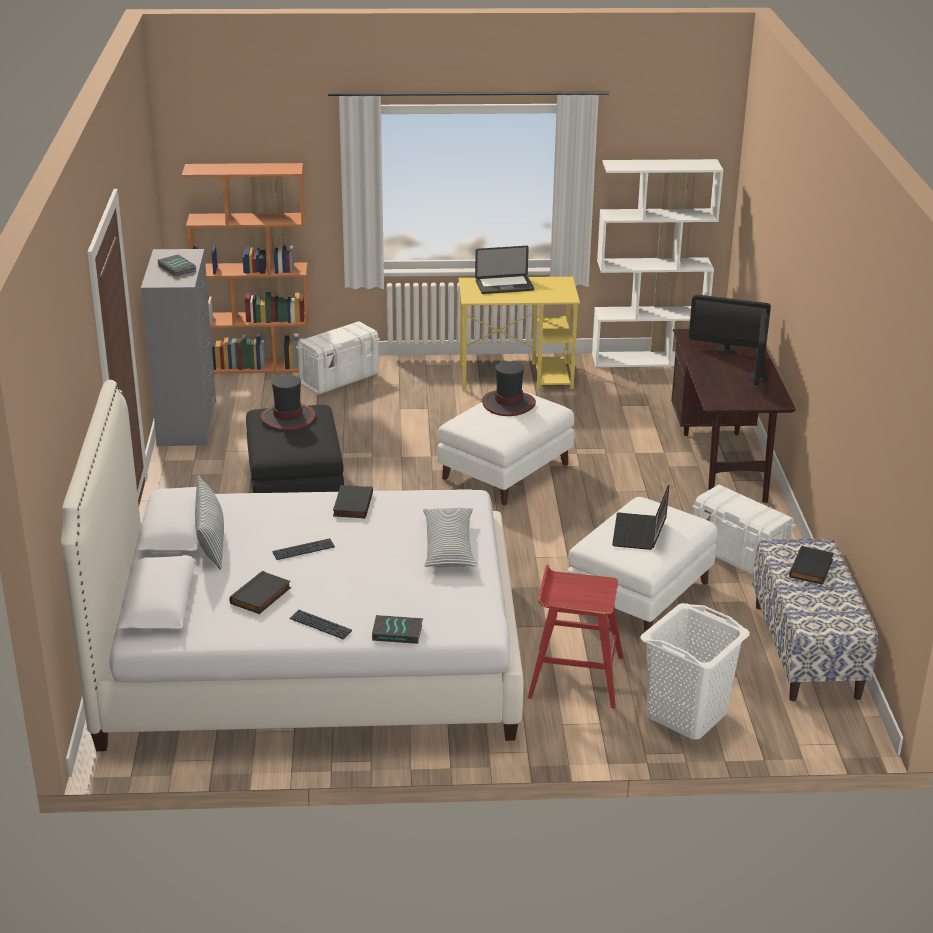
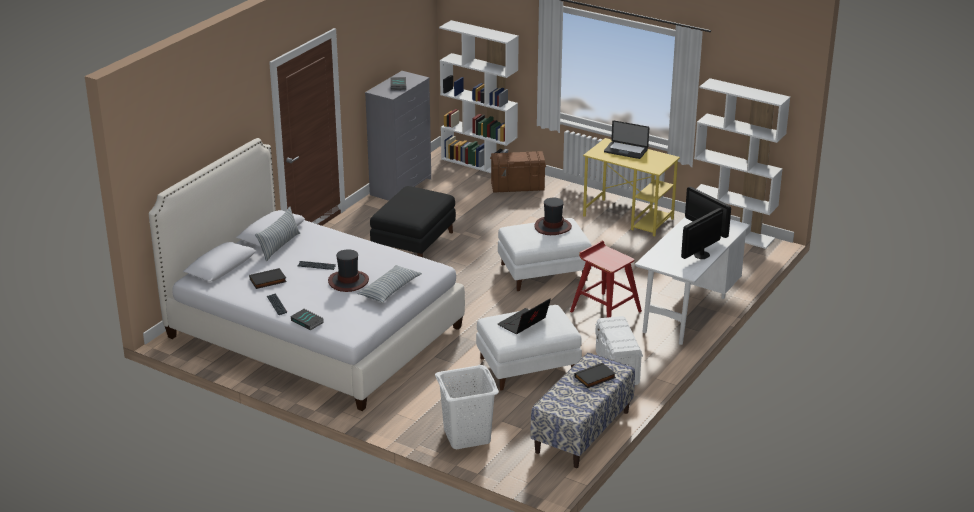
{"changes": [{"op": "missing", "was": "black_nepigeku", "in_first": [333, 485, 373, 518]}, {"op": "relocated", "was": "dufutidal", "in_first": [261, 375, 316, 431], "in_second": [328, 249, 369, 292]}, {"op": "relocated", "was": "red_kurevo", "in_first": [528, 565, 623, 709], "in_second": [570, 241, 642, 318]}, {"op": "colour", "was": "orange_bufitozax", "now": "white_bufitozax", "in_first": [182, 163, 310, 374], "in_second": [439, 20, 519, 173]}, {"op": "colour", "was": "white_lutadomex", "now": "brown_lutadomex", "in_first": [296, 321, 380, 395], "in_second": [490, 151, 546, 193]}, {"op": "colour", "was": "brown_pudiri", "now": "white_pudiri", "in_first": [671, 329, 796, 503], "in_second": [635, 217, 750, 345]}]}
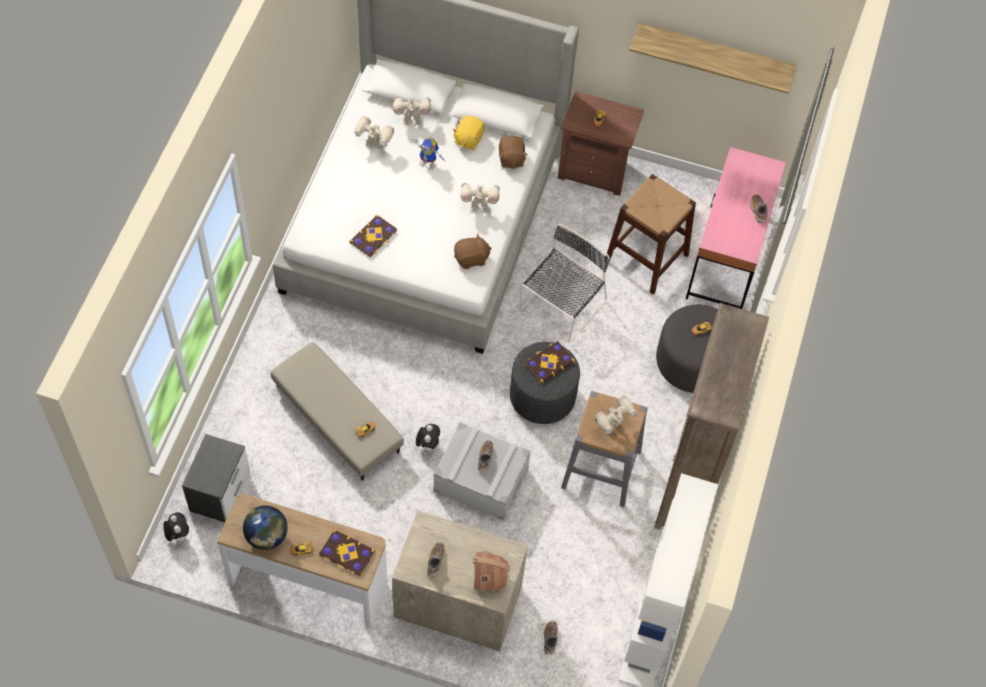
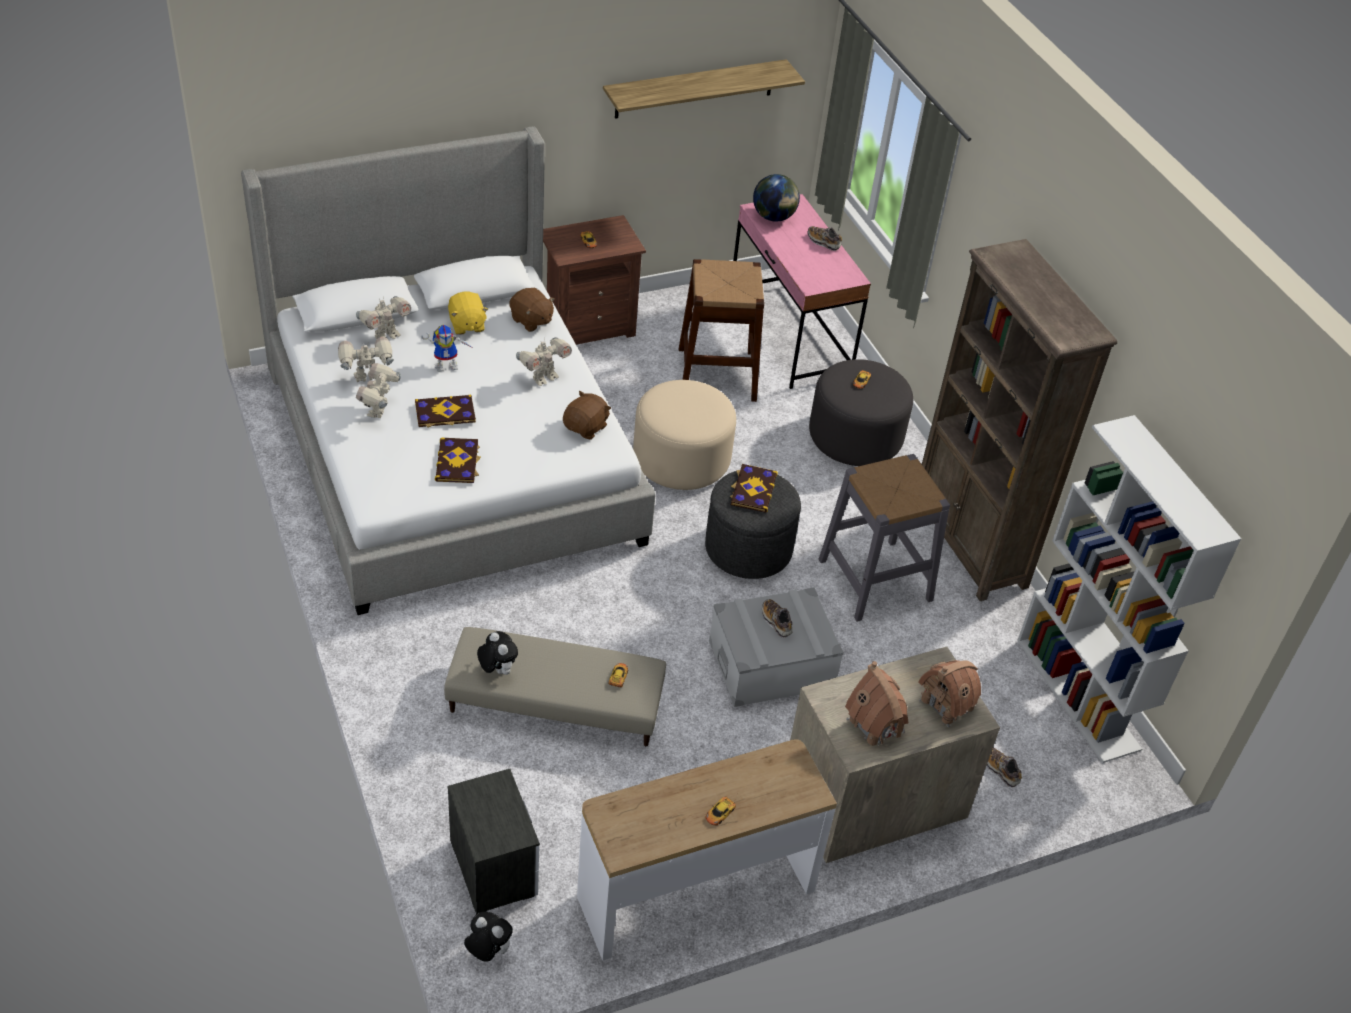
{"changes": [{"op": "relocated", "was": "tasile", "in_first": [243, 505, 288, 550], "in_second": [753, 174, 800, 222]}, {"op": "relocated", "was": "nepigeku", "in_first": [319, 529, 375, 576], "in_second": [415, 395, 476, 427]}, {"op": "relocated", "was": "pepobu", "in_first": [416, 424, 440, 453], "in_second": [477, 631, 518, 675]}, {"op": "relocated", "was": "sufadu", "in_first": [594, 395, 638, 434], "in_second": [356, 363, 401, 418]}, {"op": "exchanged", "was": "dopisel", "now": "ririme", "in_first": [427, 542, 445, 577], "in_second": [845, 661, 908, 746]}, {"op": "exchanged", "was": "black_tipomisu", "now": "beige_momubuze", "in_first": [520, 224, 610, 342], "in_second": [633, 380, 736, 490]}]}
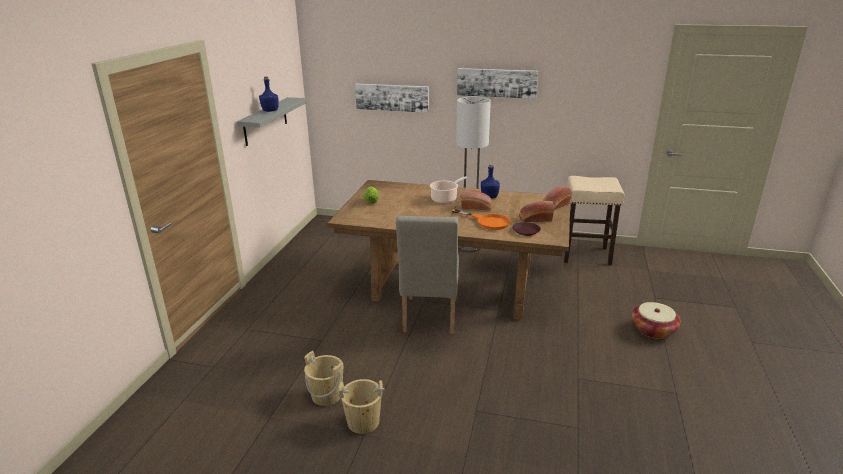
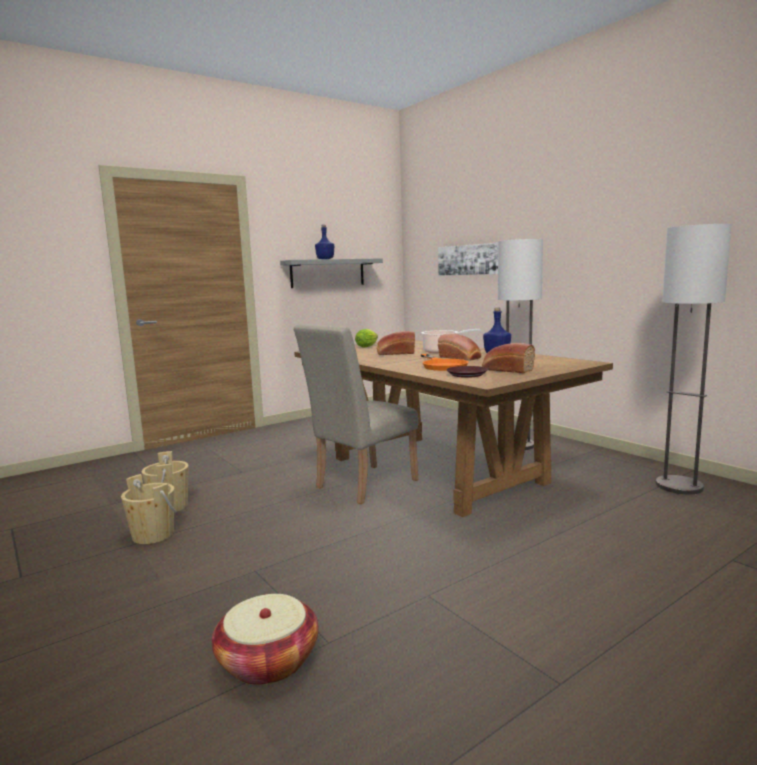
{"changes": [{"op": "missing", "was": "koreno", "in_first": [457, 68, 538, 99]}, {"op": "relocated", "was": "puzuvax", "in_first": [543, 186, 572, 210], "in_second": [377, 331, 415, 355]}, {"op": "relocated", "was": "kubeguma", "in_first": [632, 302, 681, 339], "in_second": [212, 594, 319, 685]}, {"op": "exchanged", "was": "beige_kurevo", "now": "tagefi", "in_first": [564, 176, 625, 265], "in_second": [656, 224, 732, 495]}]}
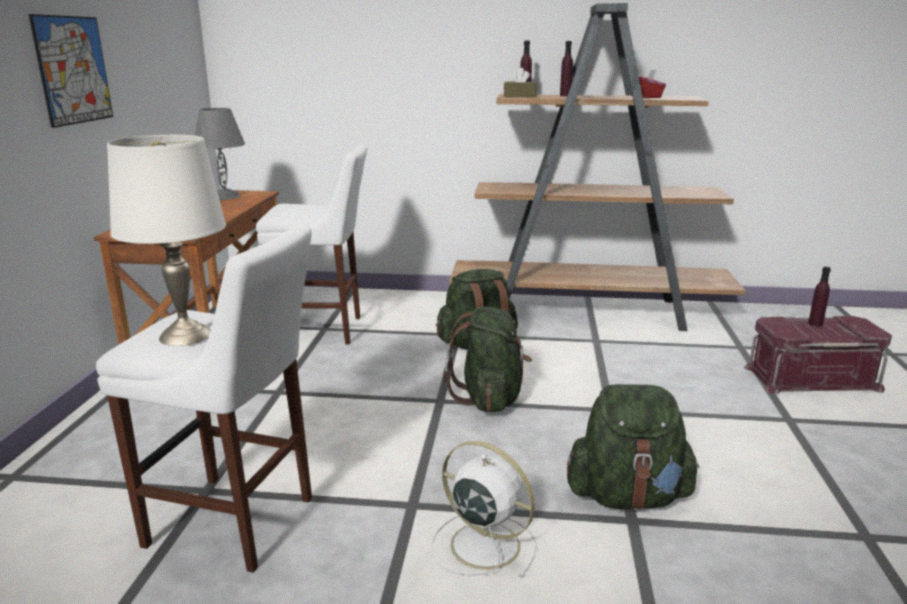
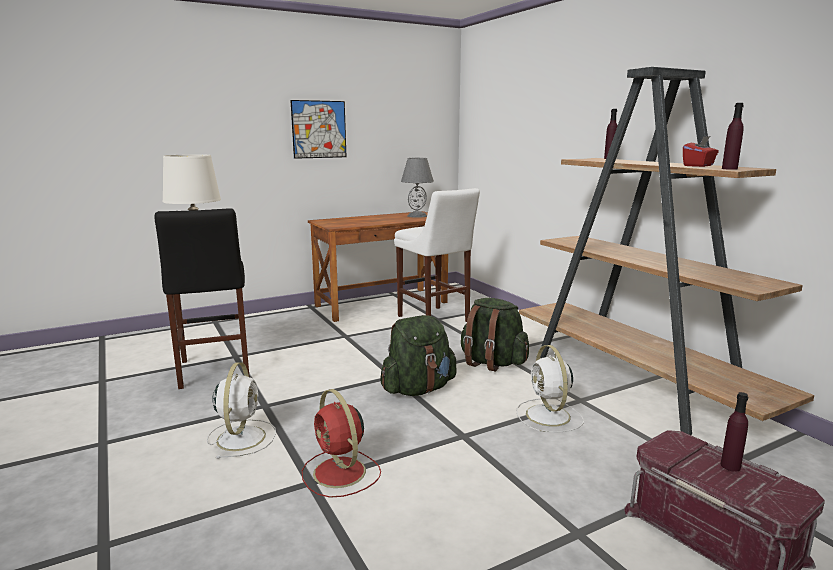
{"changes": [{"op": "missing", "was": "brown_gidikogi", "in_first": [504, 68, 537, 97]}, {"op": "appeared", "now": "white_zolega", "in_second": [516, 345, 584, 433]}, {"op": "relocated", "was": "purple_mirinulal", "in_first": [560, 41, 573, 96], "in_second": [722, 103, 744, 170]}, {"op": "exchanged", "was": "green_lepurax", "now": "red_zolega", "in_first": [567, 384, 700, 510], "in_second": [302, 389, 381, 498]}, {"op": "colour", "was": "white_kurevo", "now": "black_kurevo", "in_first": [96, 224, 312, 573], "in_second": [154, 208, 250, 389]}]}
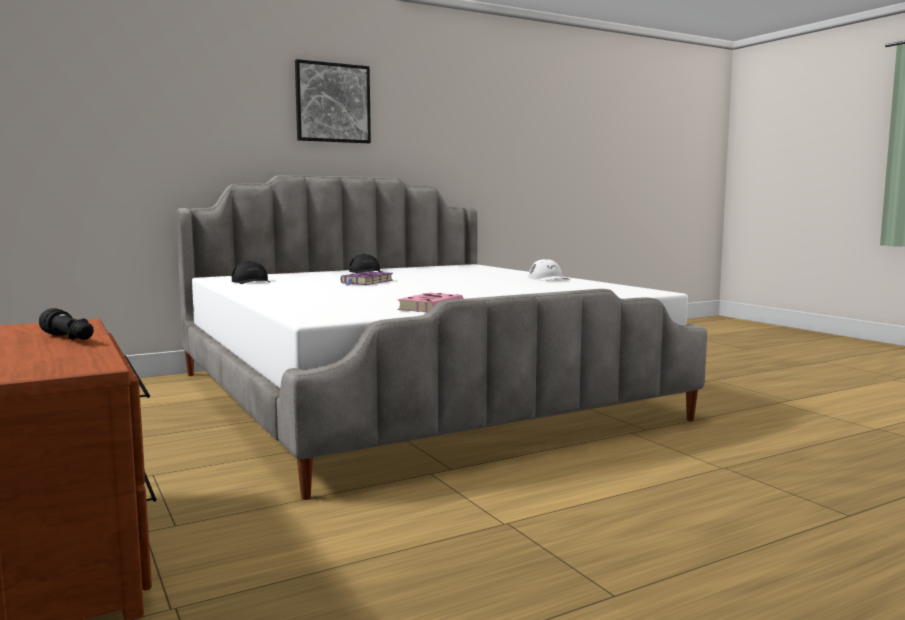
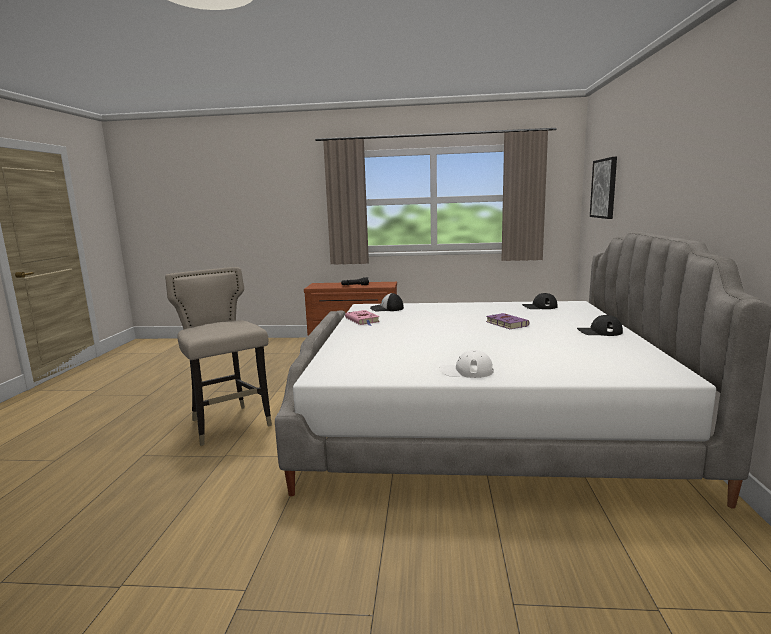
{"changes": [{"op": "appeared", "now": "beige_kurevo", "in_second": [165, 267, 272, 446]}, {"op": "appeared", "now": "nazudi", "in_second": [370, 293, 404, 311]}, {"op": "relocated", "was": "koreno", "in_first": [295, 59, 371, 143], "in_second": [590, 157, 617, 219]}]}
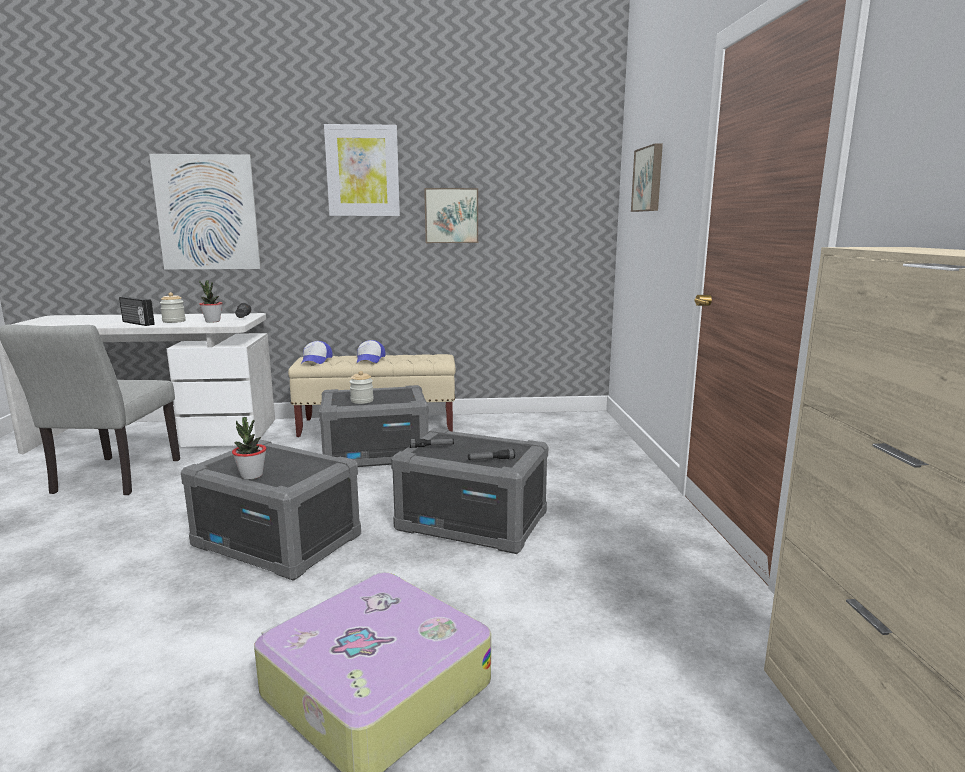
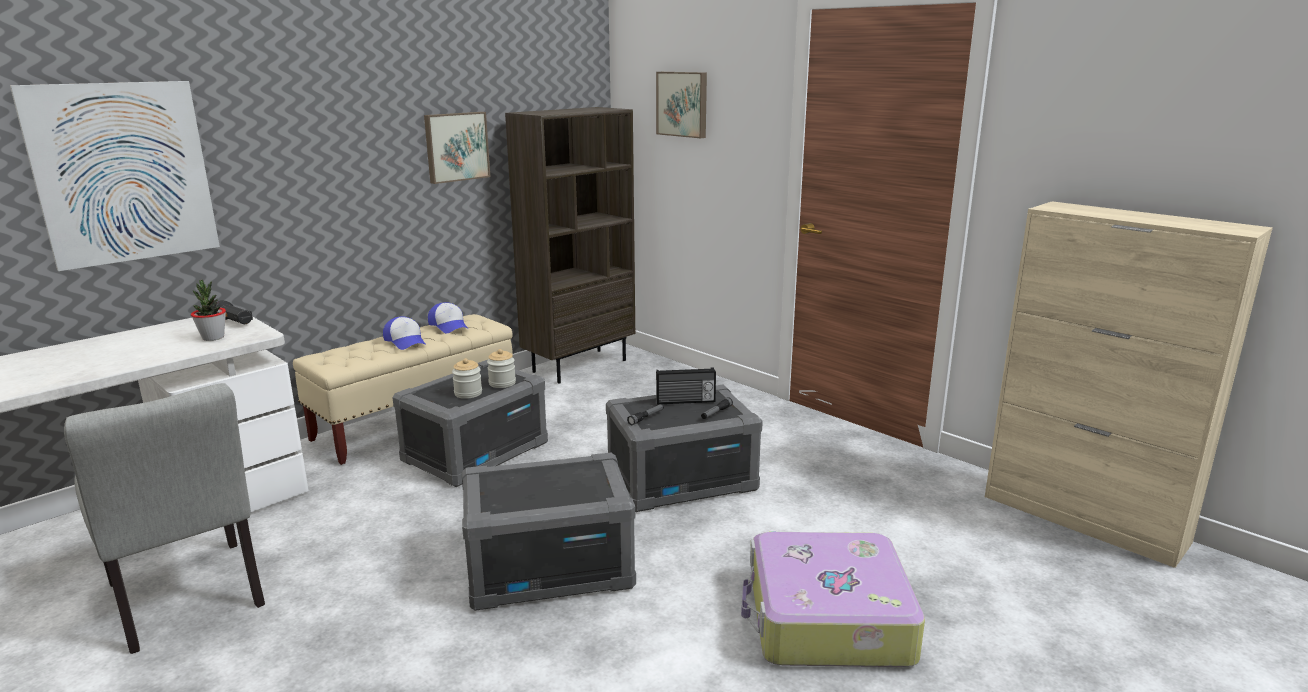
{"changes": [{"op": "missing", "was": "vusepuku", "in_first": [232, 417, 266, 479]}, {"op": "missing", "was": "koreno", "in_first": [324, 124, 400, 216]}, {"op": "appeared", "now": "brown_bufitozax", "in_second": [505, 107, 635, 383]}, {"op": "relocated", "was": "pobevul", "in_first": [119, 296, 155, 326], "in_second": [656, 367, 716, 405]}, {"op": "relocated", "was": "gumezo", "in_first": [160, 292, 186, 323], "in_second": [487, 349, 516, 388]}, {"op": "relocated", "was": "nazudi", "in_first": [301, 341, 333, 364], "in_second": [428, 302, 468, 333]}]}
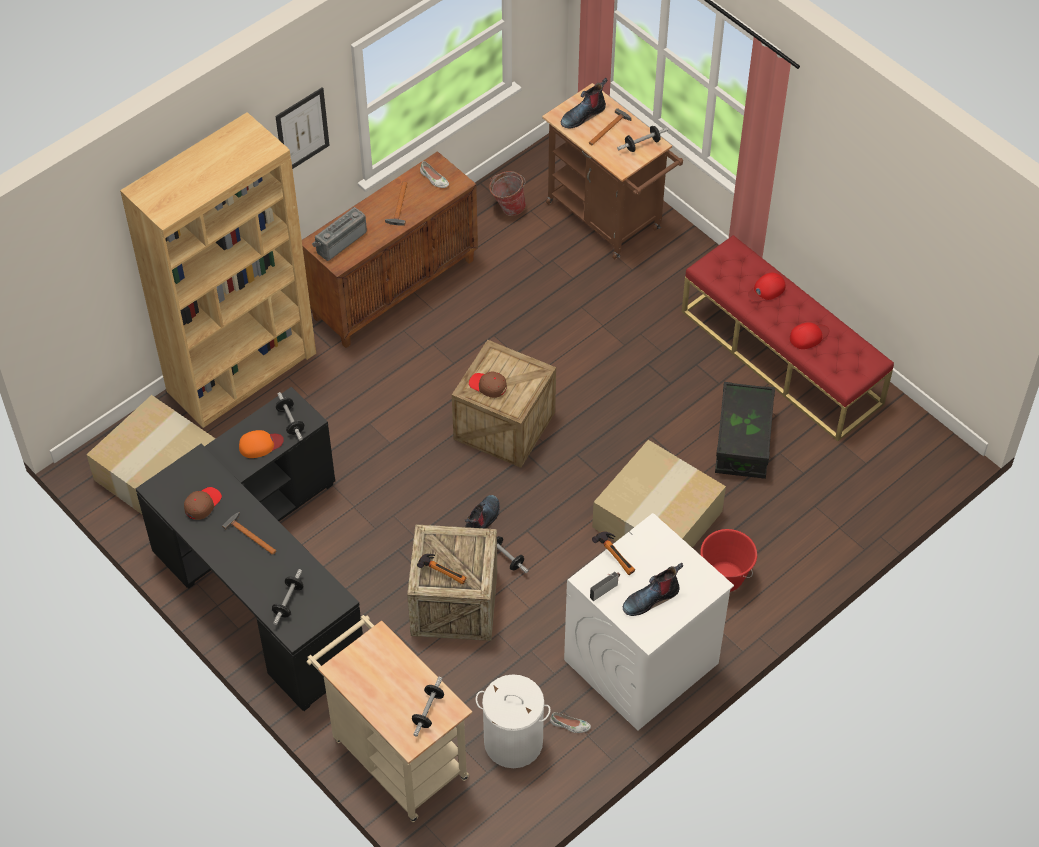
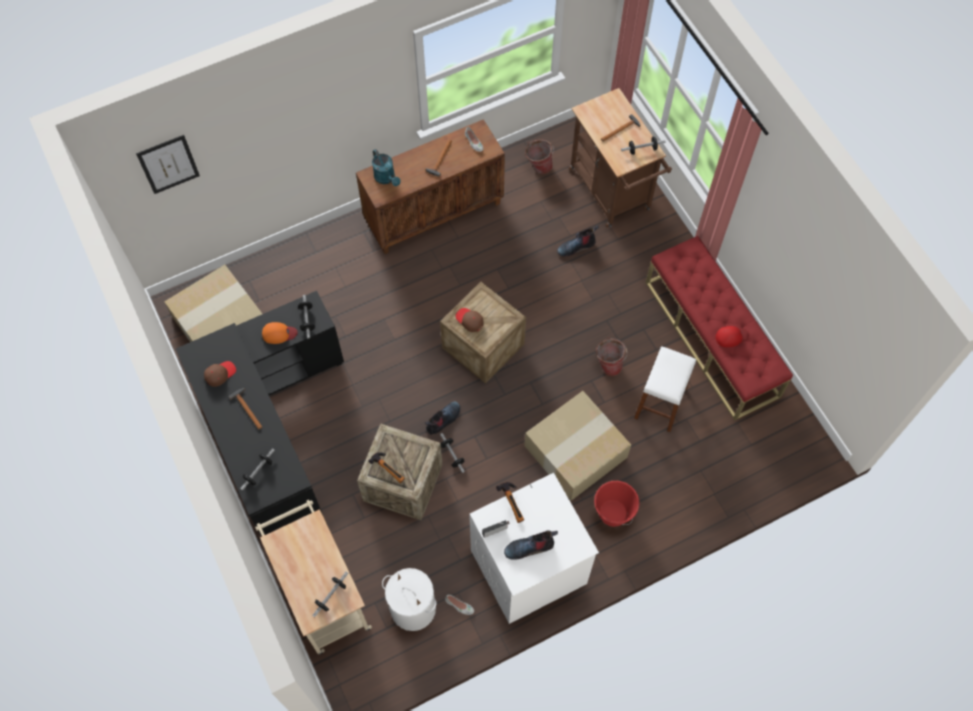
{"changes": [{"op": "missing", "was": "brown_bufitozax", "in_first": [120, 112, 316, 428]}, {"op": "missing", "was": "red_nazudi", "in_first": [748, 273, 786, 302]}, {"op": "appeared", "now": "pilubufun", "in_second": [596, 337, 628, 376]}, {"op": "relocated", "was": "koreno", "in_first": [275, 87, 330, 169], "in_second": [136, 135, 200, 194]}, {"op": "relocated", "was": "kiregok", "in_first": [561, 78, 607, 128], "in_second": [557, 225, 599, 256]}, {"op": "exchanged", "was": "pobevul", "now": "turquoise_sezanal", "in_first": [312, 207, 367, 261], "in_second": [372, 149, 401, 186]}, {"op": "exchanged", "was": "black_lutadomex", "now": "white_kurevo", "in_first": [715, 382, 775, 479], "in_second": [634, 346, 696, 432]}]}
